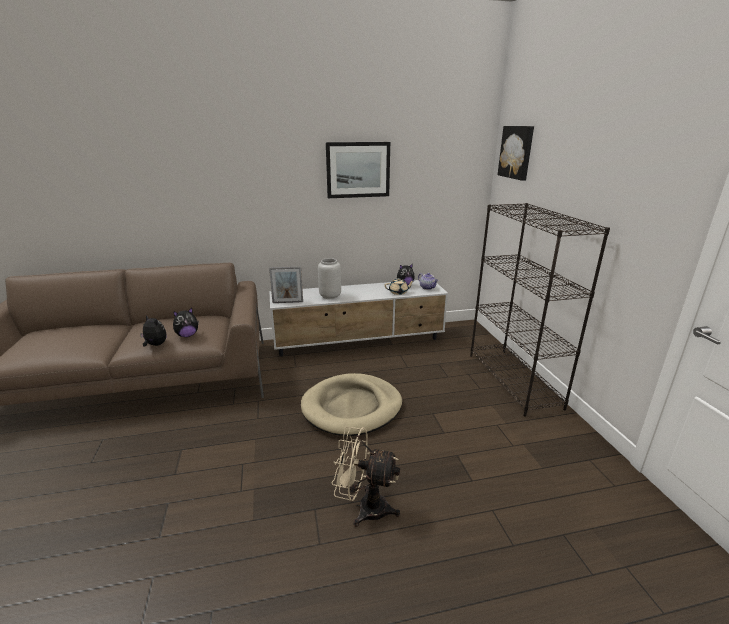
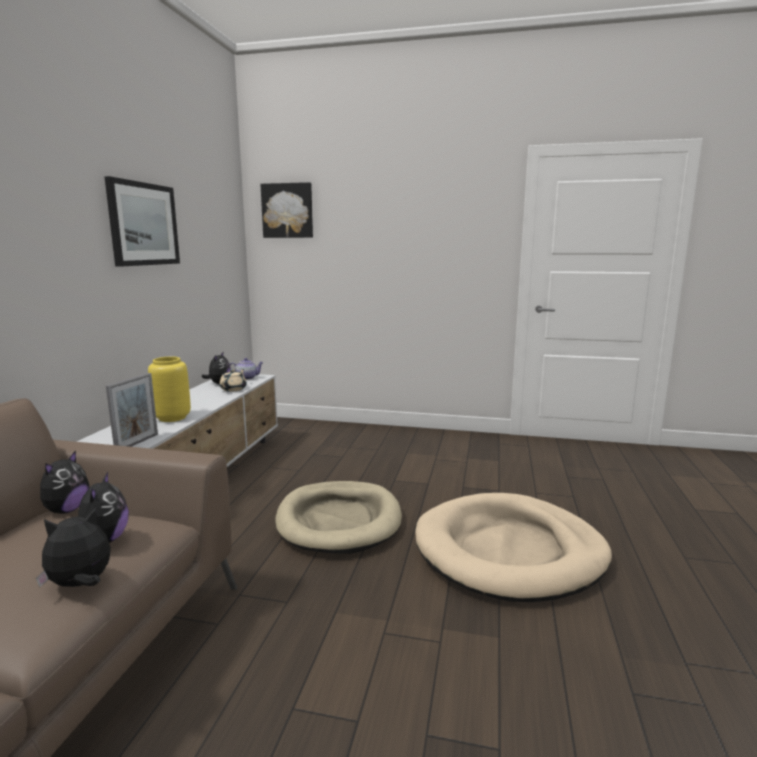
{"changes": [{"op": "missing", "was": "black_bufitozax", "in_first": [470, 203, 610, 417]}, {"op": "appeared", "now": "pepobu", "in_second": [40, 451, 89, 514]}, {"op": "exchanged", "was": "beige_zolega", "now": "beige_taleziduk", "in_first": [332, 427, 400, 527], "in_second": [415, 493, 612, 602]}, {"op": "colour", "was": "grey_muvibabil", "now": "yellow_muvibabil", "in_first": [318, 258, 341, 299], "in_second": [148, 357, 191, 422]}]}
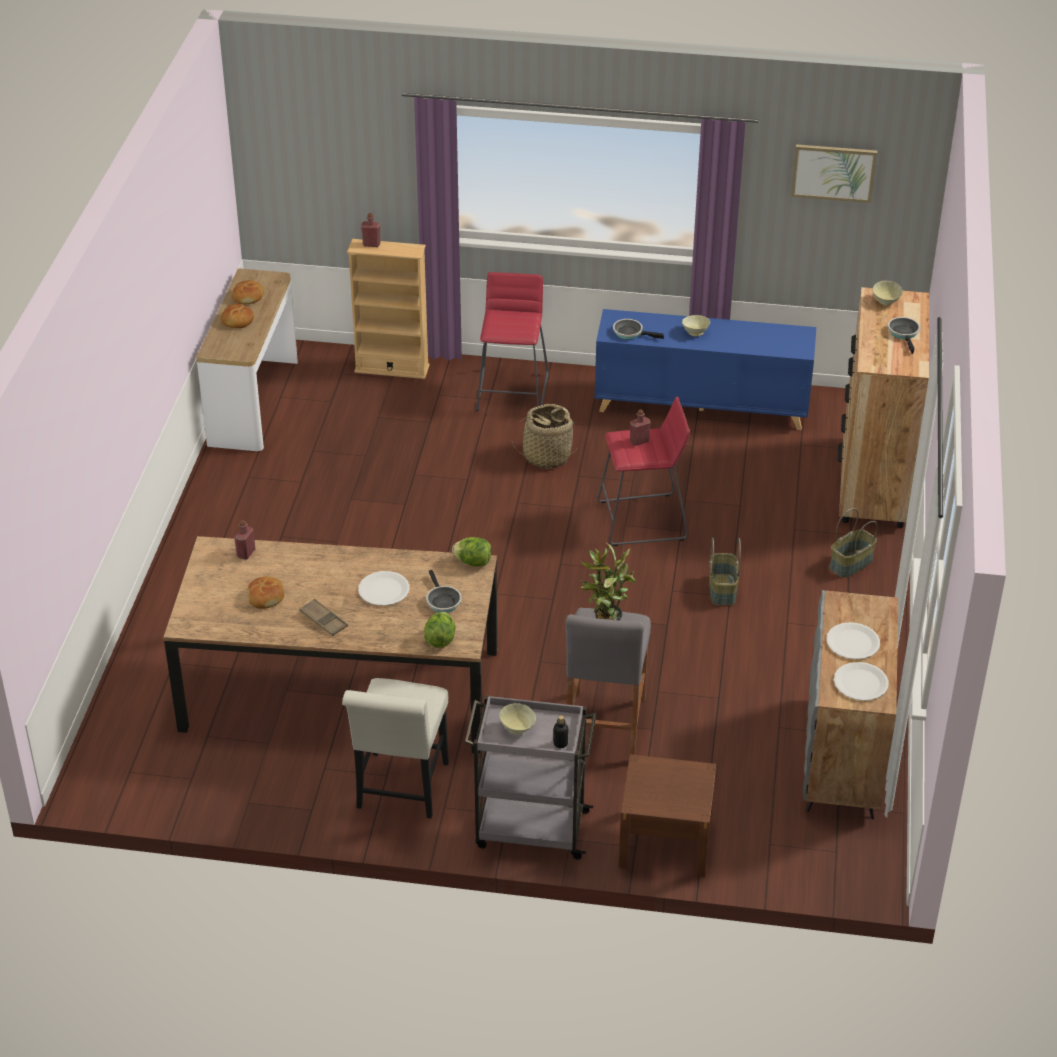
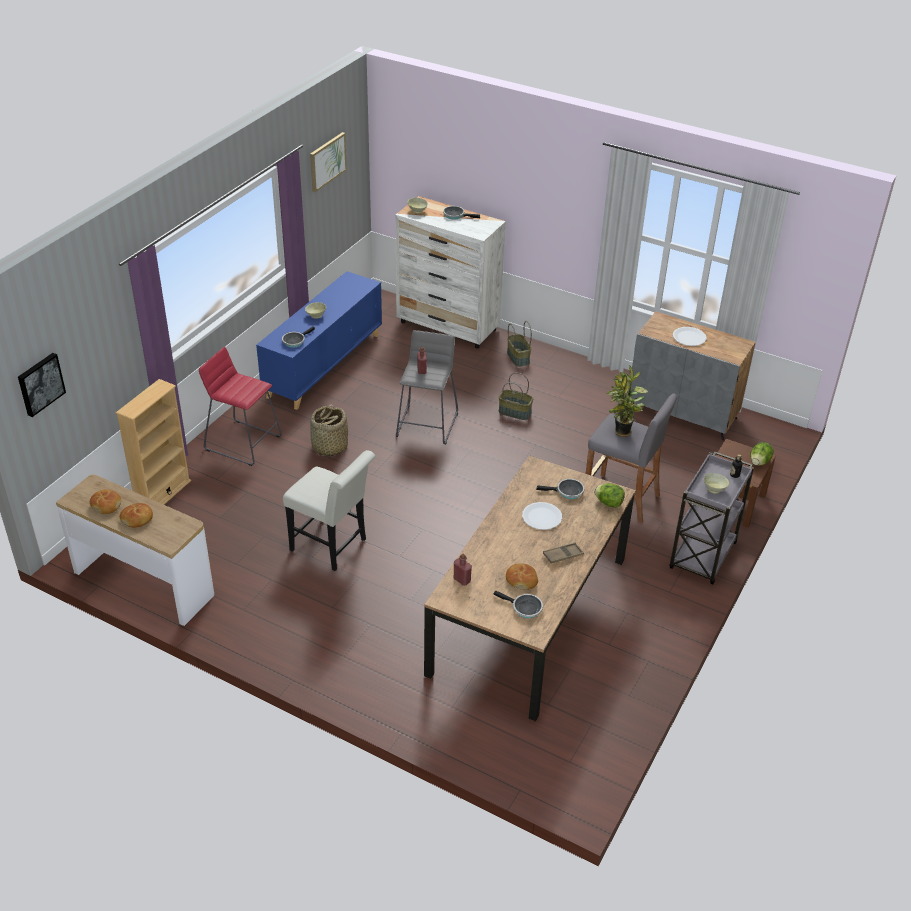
{"changes": [{"op": "missing", "was": "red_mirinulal", "in_first": [361, 213, 381, 247]}, {"op": "missing", "was": "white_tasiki", "in_first": [834, 662, 889, 701]}, {"op": "appeared", "now": "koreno", "in_second": [18, 353, 66, 417]}, {"op": "appeared", "now": "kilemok", "in_second": [493, 591, 543, 618]}, {"op": "relocated", "was": "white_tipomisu", "in_first": [342, 678, 449, 819], "in_second": [283, 450, 375, 571]}, {"op": "relocated", "was": "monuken", "in_first": [452, 537, 491, 566], "in_second": [750, 442, 774, 465]}, {"op": "colour", "was": "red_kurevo", "now": "grey_kurevo", "in_first": [597, 396, 690, 546], "in_second": [396, 330, 458, 445]}, {"op": "colour", "was": "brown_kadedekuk", "now": "white_kadedekuk", "in_first": [837, 287, 929, 528], "in_second": [395, 196, 506, 349]}]}
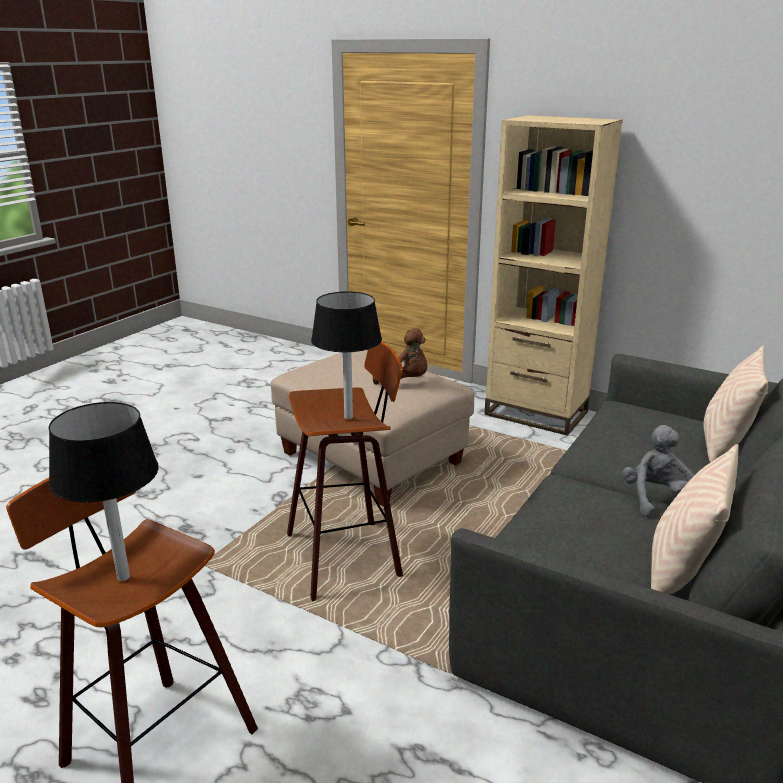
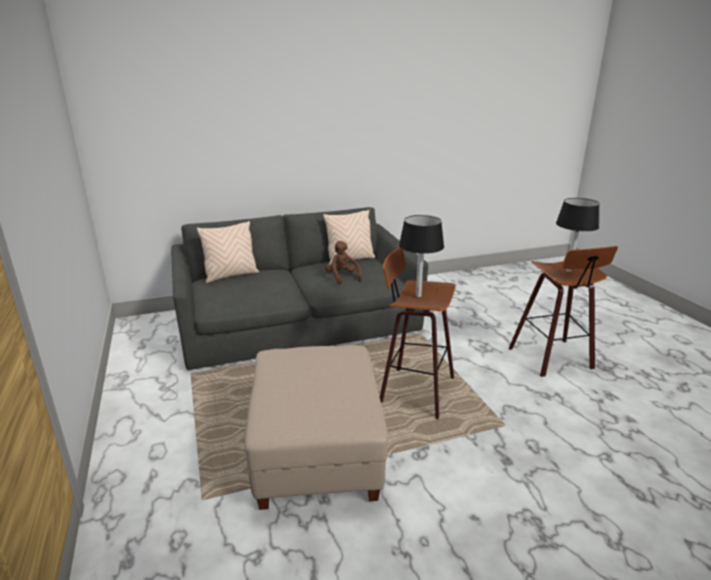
{"changes": [{"op": "missing", "was": "beige_bufitozax", "in_first": [484, 115, 623, 436]}, {"op": "missing", "was": "grey_pepobu", "in_first": [623, 425, 694, 516]}, {"op": "relocated", "was": "brown_pepobu", "in_first": [373, 328, 427, 385], "in_second": [325, 241, 362, 284]}]}
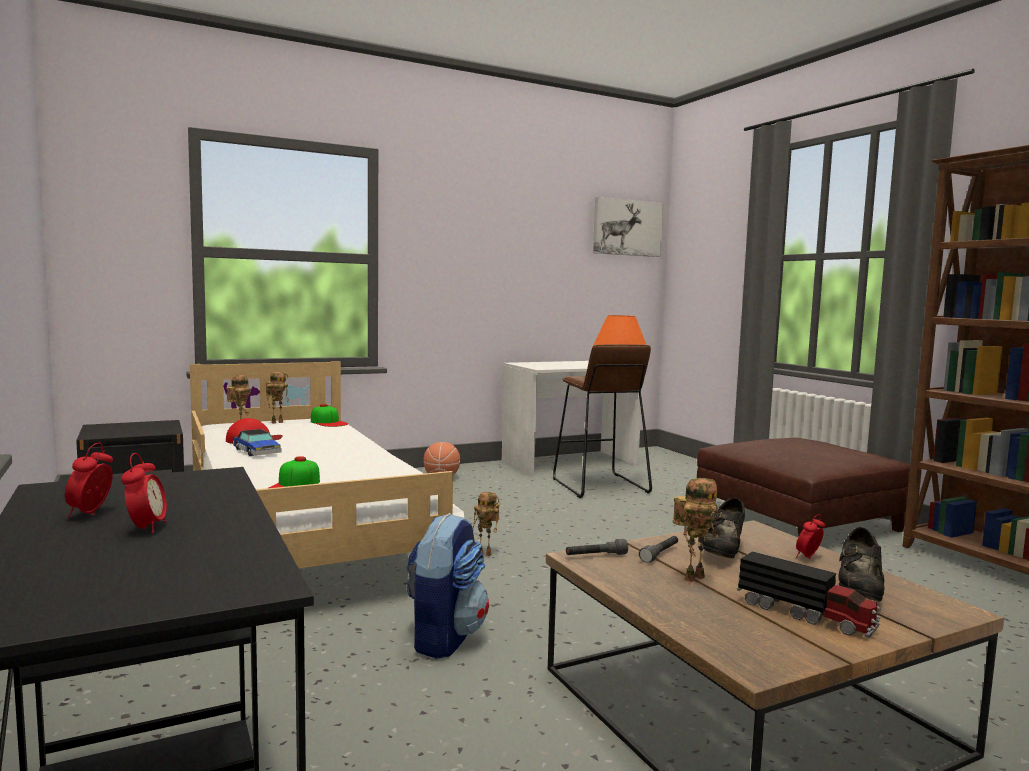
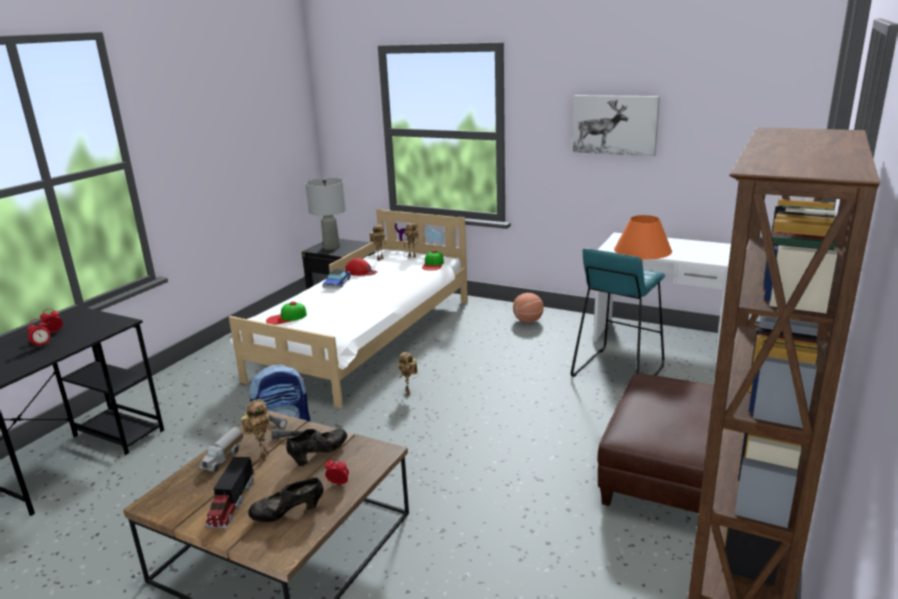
{"changes": [{"op": "appeared", "now": "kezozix", "in_second": [199, 427, 243, 472]}, {"op": "appeared", "now": "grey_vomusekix", "in_second": [305, 178, 346, 250]}, {"op": "relocated", "was": "koreno", "in_first": [593, 197, 663, 257], "in_second": [573, 95, 660, 156]}, {"op": "colour", "was": "brown_kurevo", "now": "turquoise_kurevo", "in_first": [553, 344, 652, 498], "in_second": [571, 248, 665, 377]}, {"op": "spun", "was": "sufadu", "in_first": [673, 478, 718, 582], "in_second": [241, 399, 270, 462], "clockwise": -105}, {"op": "spun", "was": "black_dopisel", "in_first": [702, 498, 745, 558], "in_second": [286, 428, 347, 466], "clockwise": 150}]}
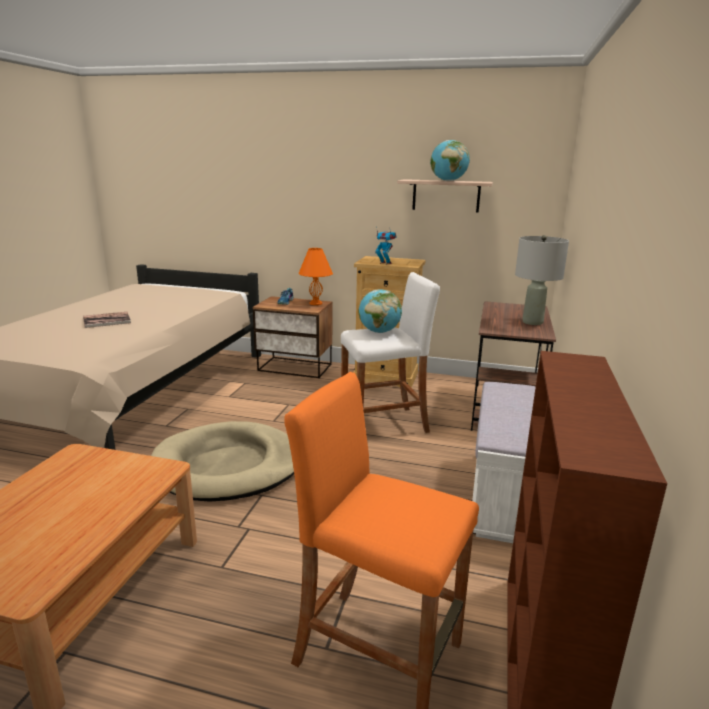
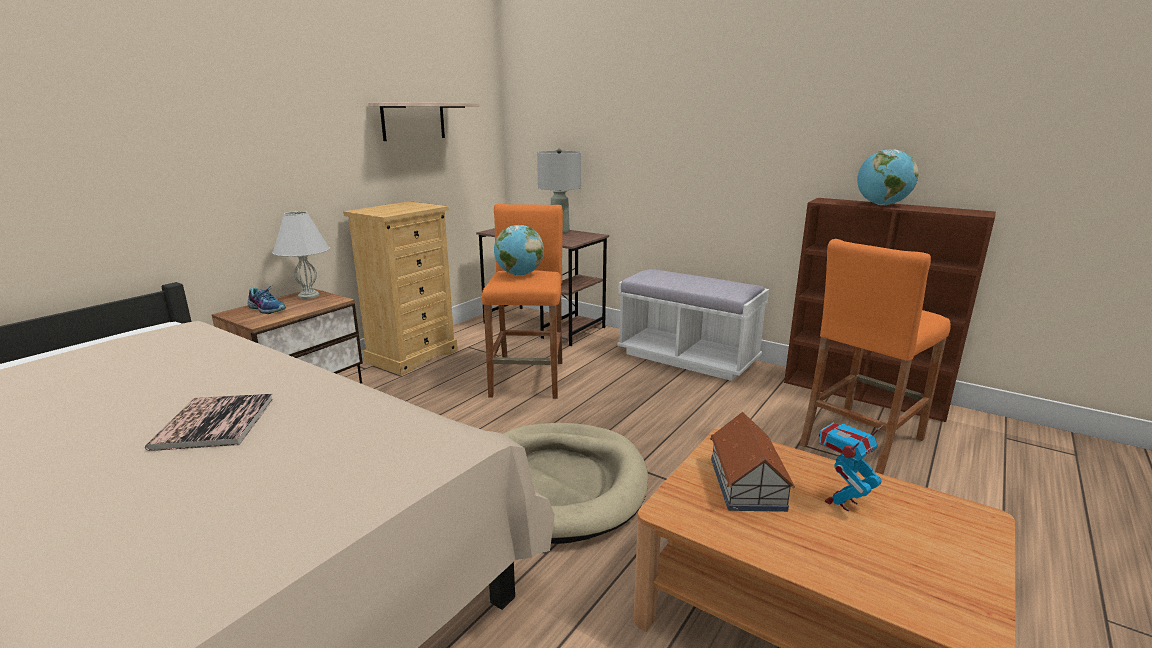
{"changes": [{"op": "appeared", "now": "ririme", "in_second": [710, 412, 795, 512]}, {"op": "relocated", "was": "sufadu", "in_first": [375, 227, 397, 265], "in_second": [819, 422, 886, 512]}, {"op": "relocated", "was": "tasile", "in_first": [430, 140, 470, 181], "in_second": [857, 149, 918, 205]}, {"op": "colour", "was": "orange_vomusekix", "now": "white_vomusekix", "in_first": [299, 248, 333, 305], "in_second": [272, 211, 330, 299]}, {"op": "colour", "was": "white_kurevo", "now": "orange_kurevo", "in_first": [341, 272, 440, 433], "in_second": [482, 204, 563, 399]}]}
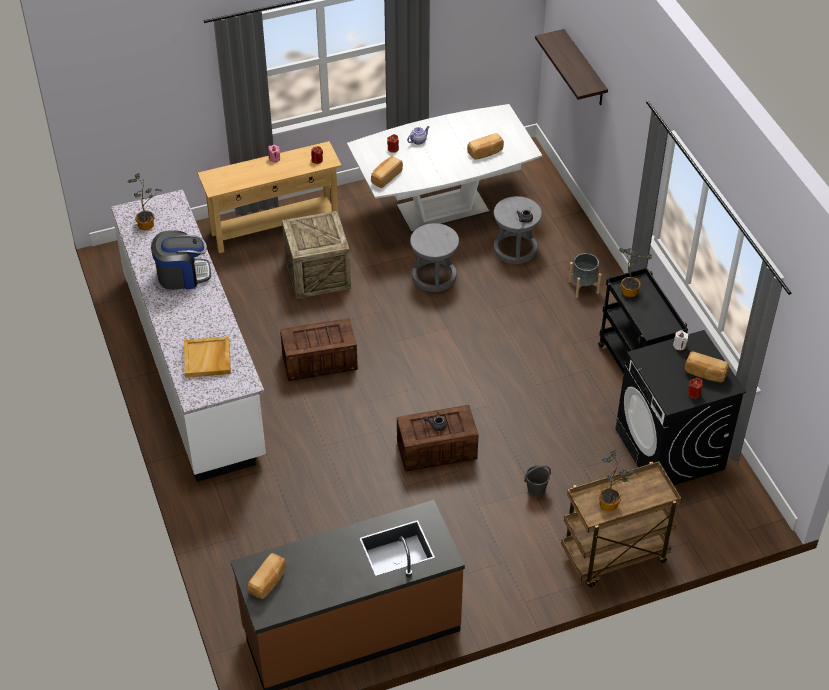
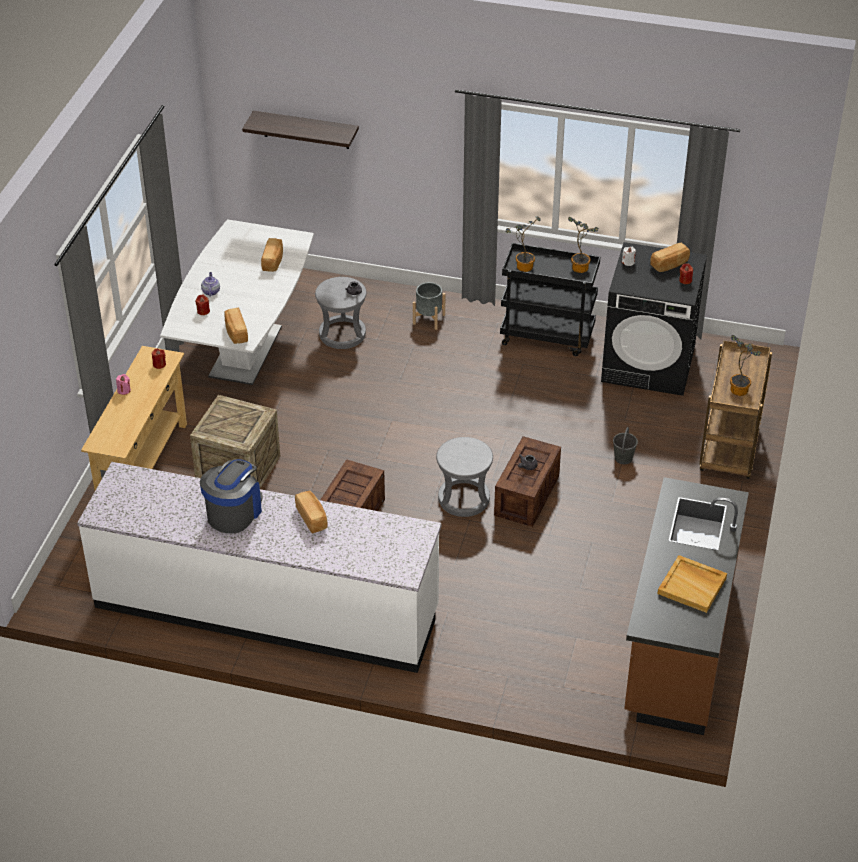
{"changes": [{"op": "relocated", "was": "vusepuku", "in_first": [128, 173, 162, 230], "in_second": [568, 217, 599, 273]}, {"op": "relocated", "was": "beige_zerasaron", "in_first": [184, 336, 231, 378], "in_second": [658, 555, 727, 613]}, {"op": "relocated", "was": "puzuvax", "in_first": [247, 553, 286, 599], "in_second": [295, 490, 328, 534]}, {"op": "relocated", "was": "grey_kurevo", "in_first": [410, 223, 459, 292], "in_second": [436, 437, 493, 517]}]}
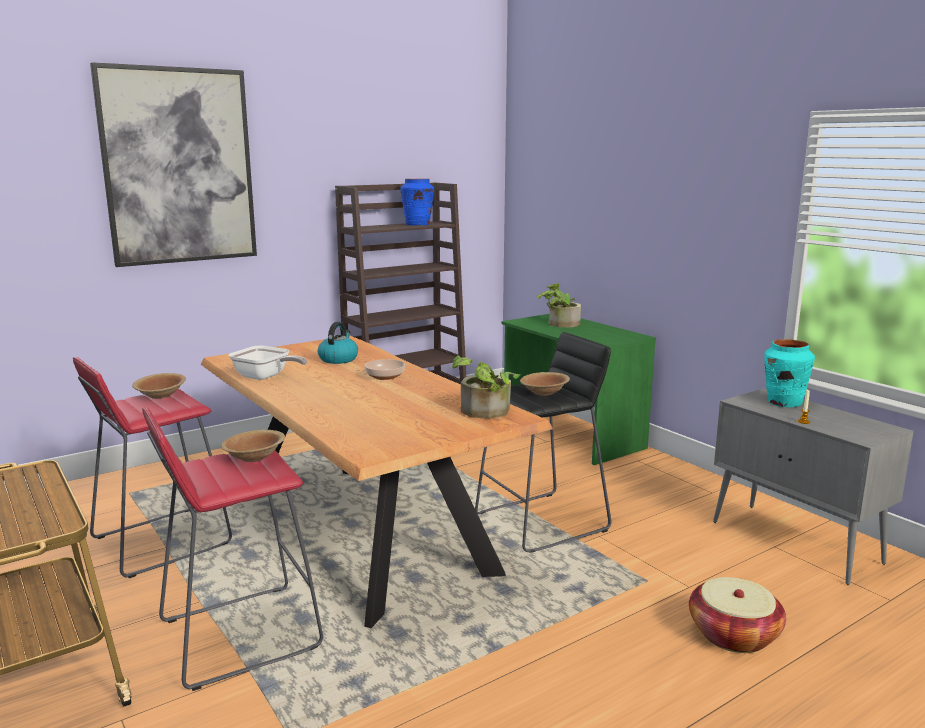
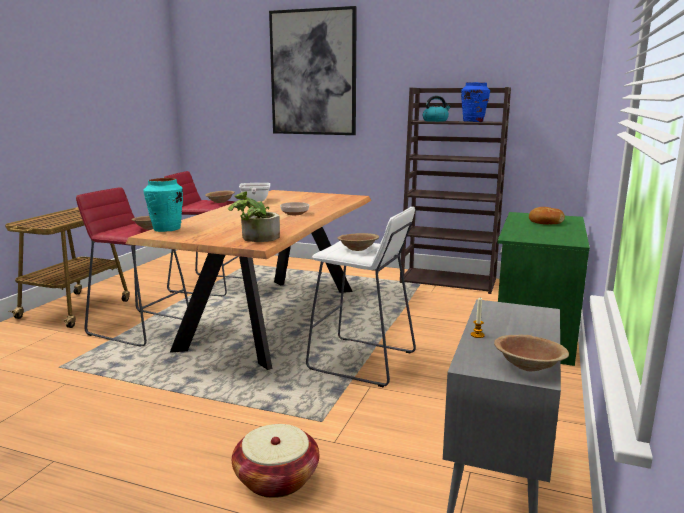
{"changes": [{"op": "appeared", "now": "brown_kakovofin", "in_second": [494, 335, 569, 372]}, {"op": "relocated", "was": "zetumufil", "in_first": [318, 322, 358, 364], "in_second": [423, 96, 451, 122]}, {"op": "relocated", "was": "turquoise_muvibabil", "in_first": [764, 339, 815, 407], "in_second": [143, 178, 183, 232]}, {"op": "exchanged", "was": "vusepuku", "now": "puzuvax", "in_first": [537, 283, 581, 328], "in_second": [529, 207, 565, 224]}, {"op": "colour", "was": "black_kurevo", "now": "white_kurevo", "in_first": [475, 332, 612, 553], "in_second": [306, 207, 416, 387]}]}
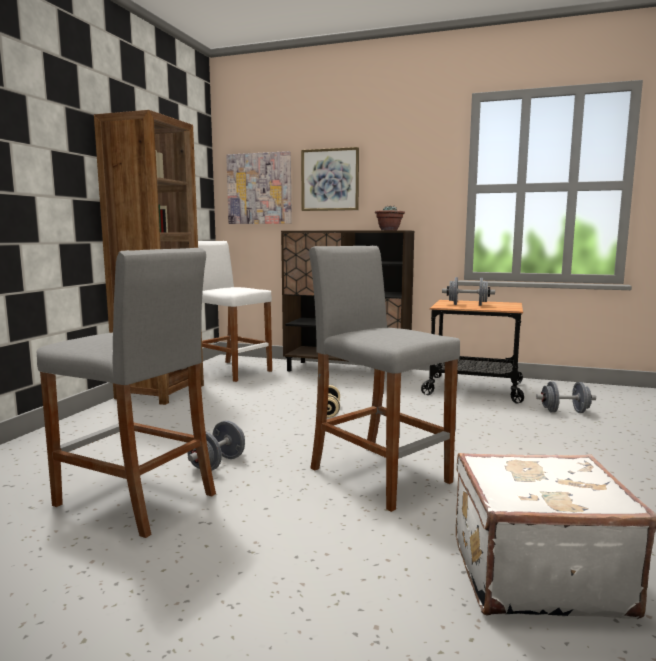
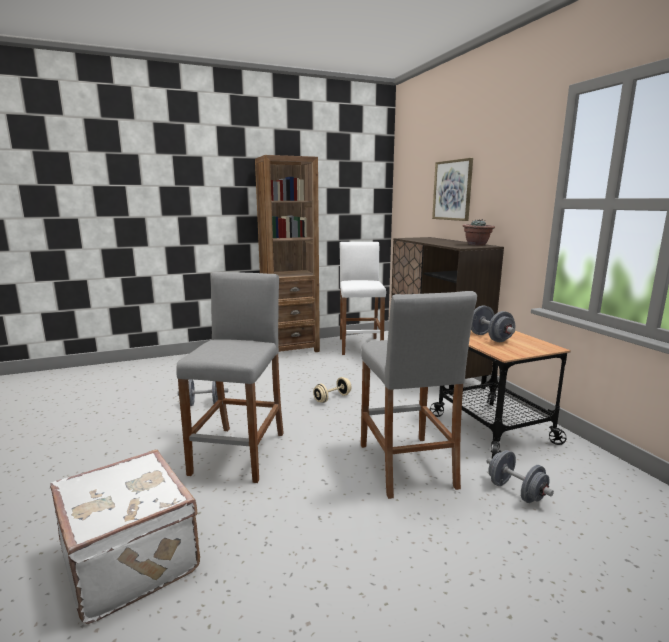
{"changes": [{"op": "missing", "was": "koreno", "in_first": [226, 151, 292, 224]}, {"op": "relocated", "was": "grey_kurevo", "in_first": [37, 248, 216, 538], "in_second": [361, 291, 477, 499]}]}
